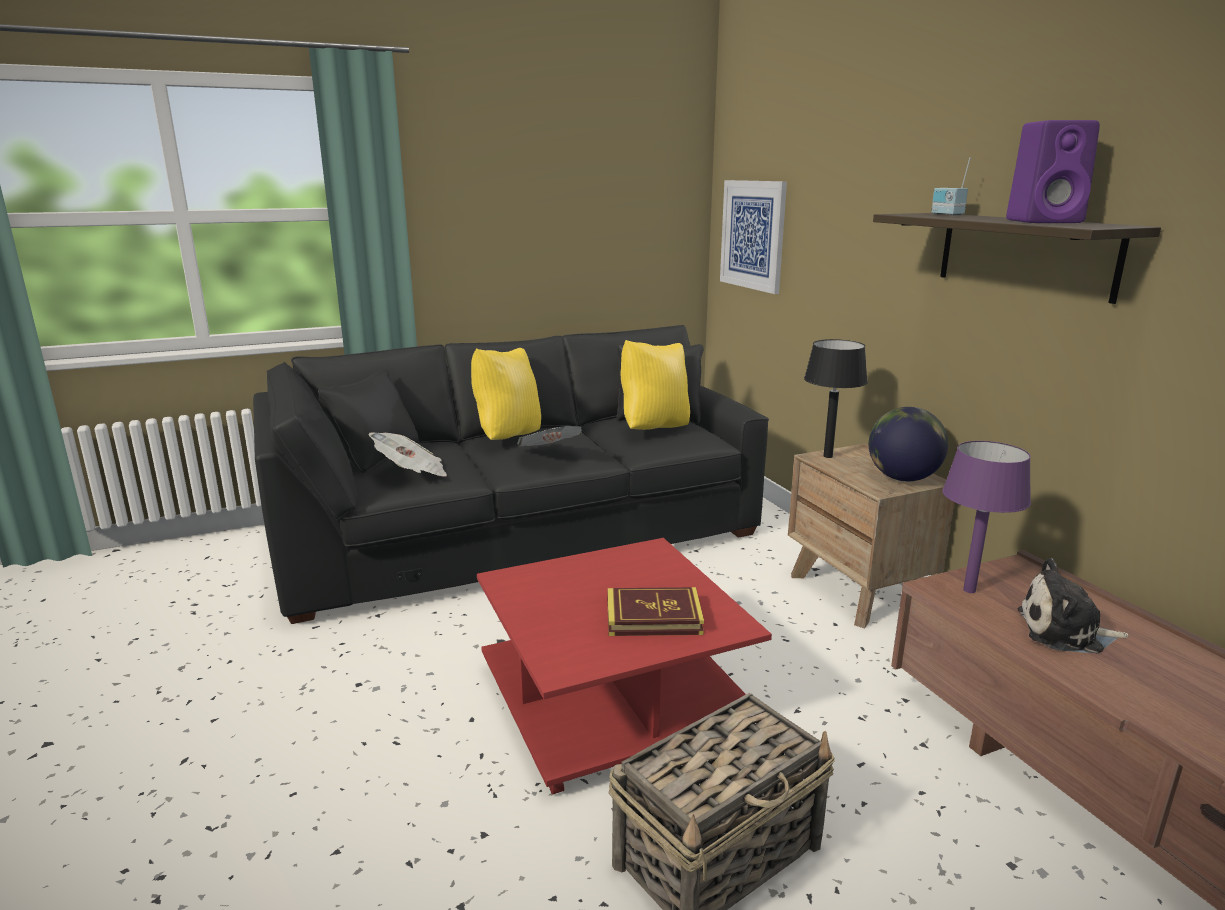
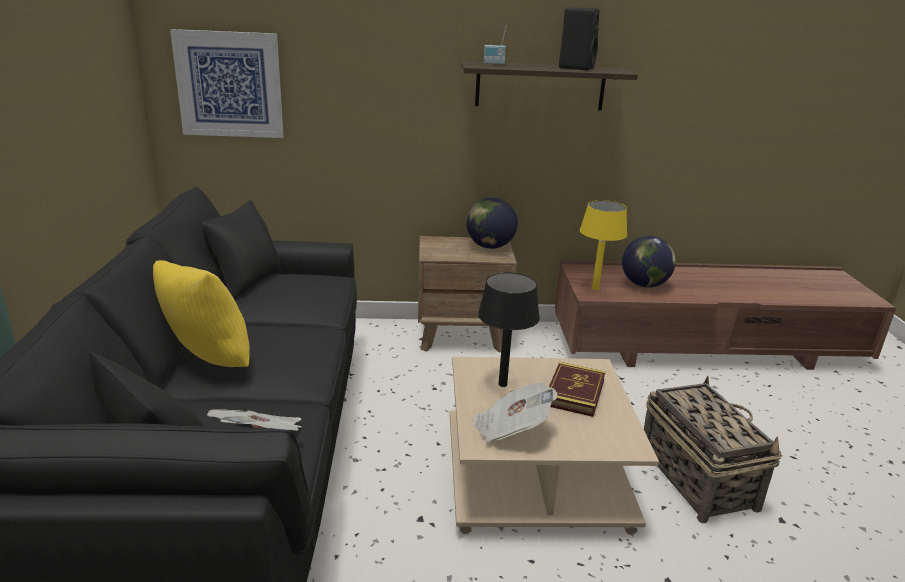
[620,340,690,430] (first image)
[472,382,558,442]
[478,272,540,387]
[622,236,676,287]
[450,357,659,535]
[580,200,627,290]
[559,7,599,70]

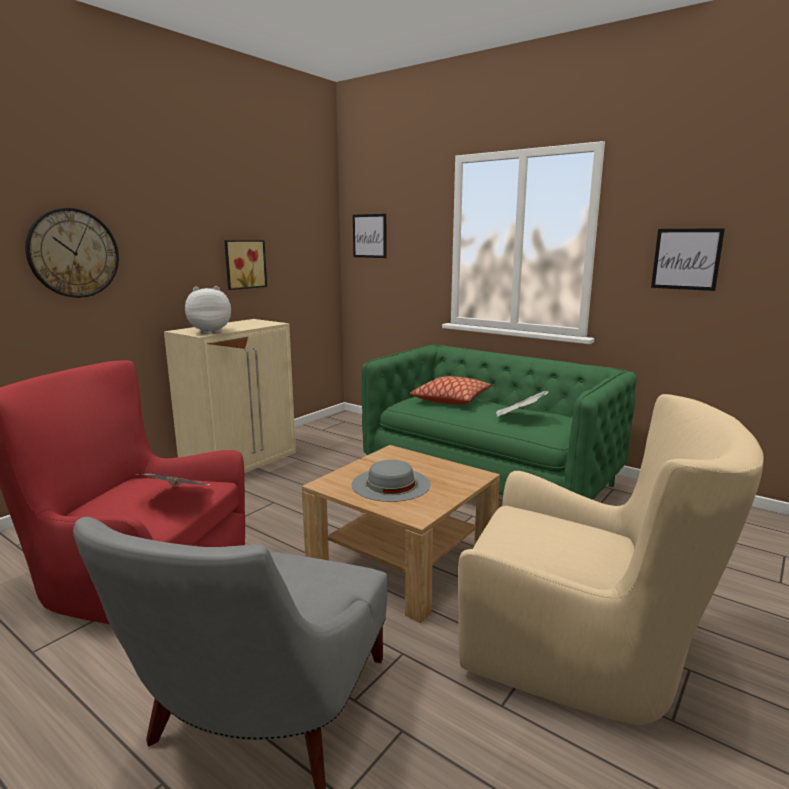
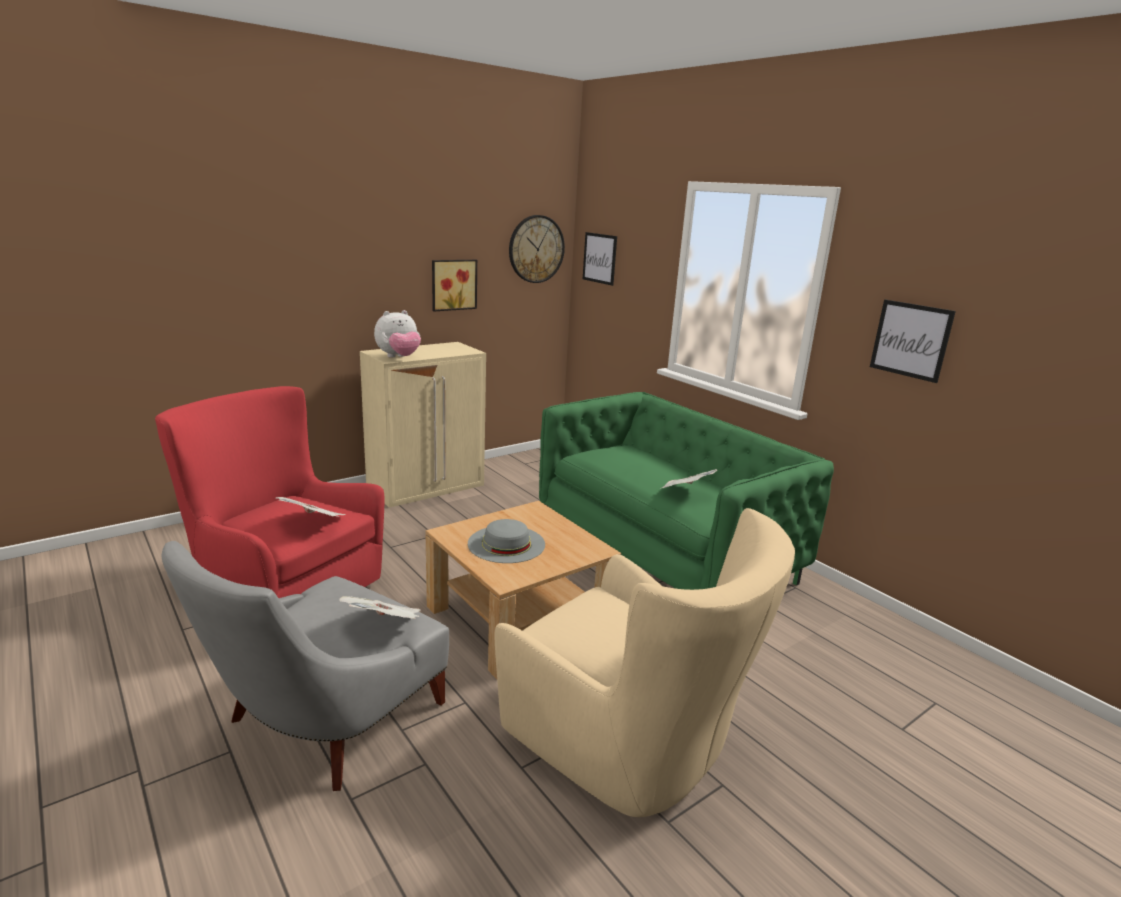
[410,376,491,405] (first image)
[339,596,421,619]
[509,215,565,283]
[374,310,421,358]

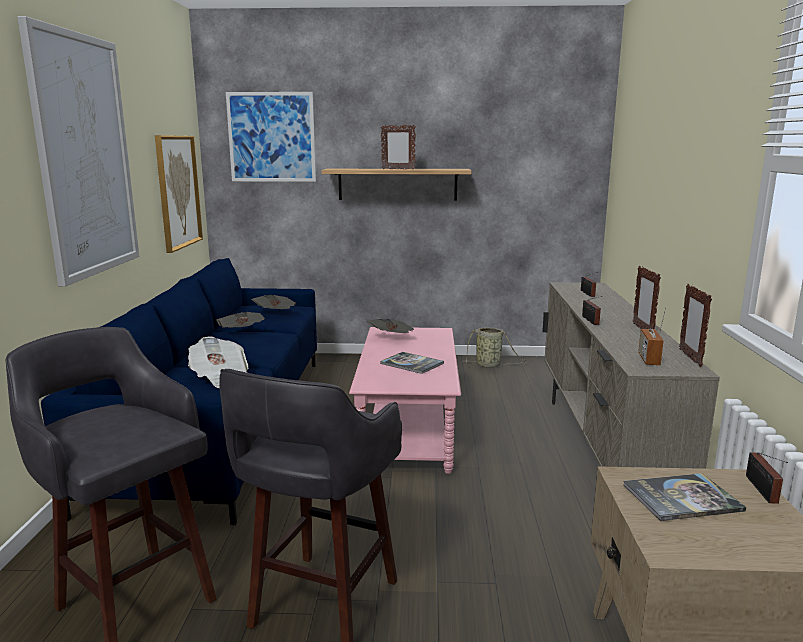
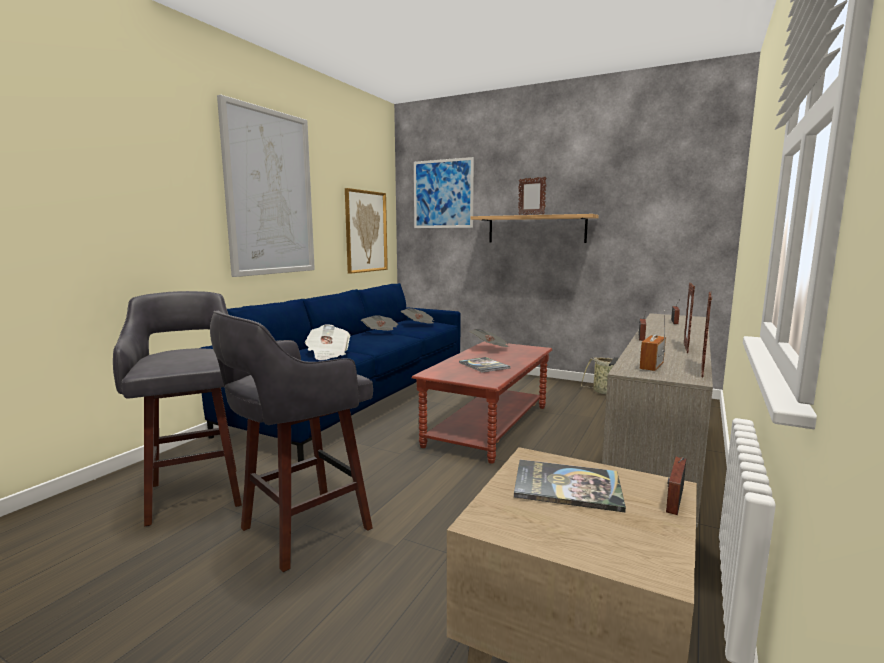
[412,341,552,464]

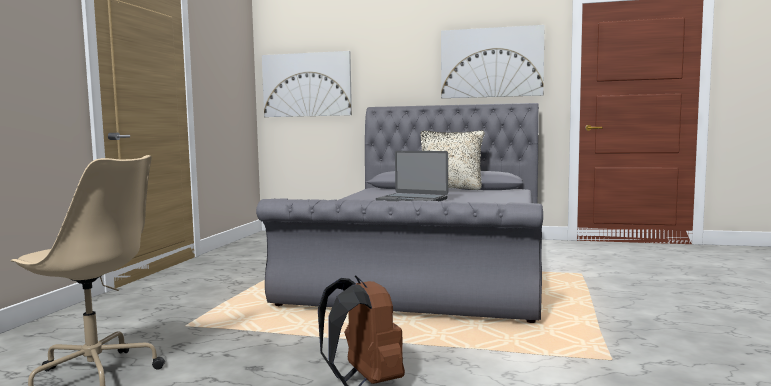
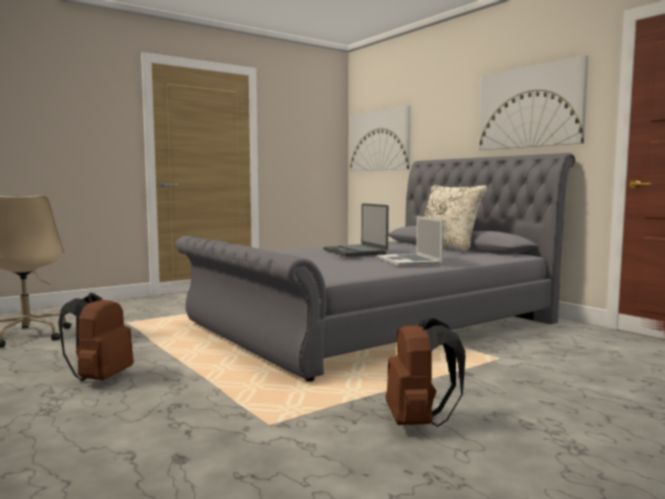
[377,216,444,266]
[386,317,465,427]

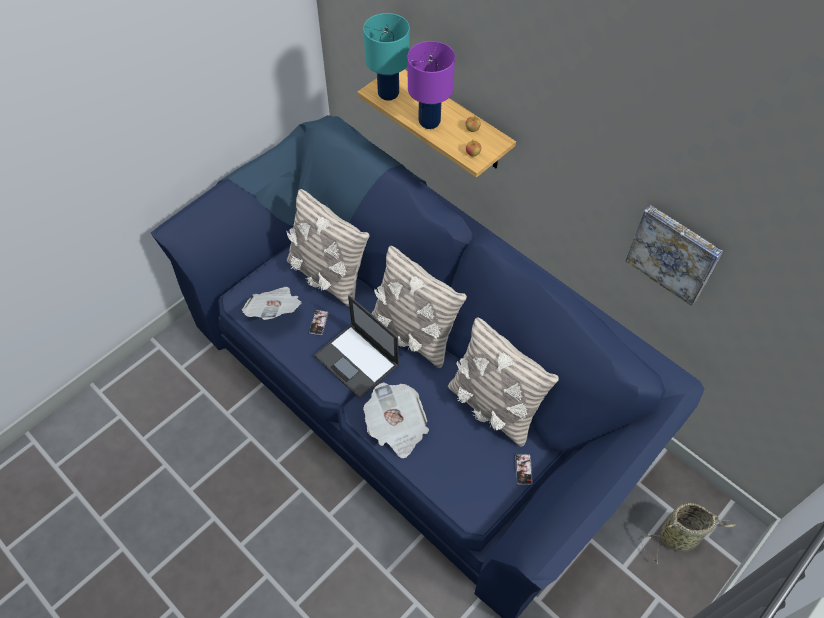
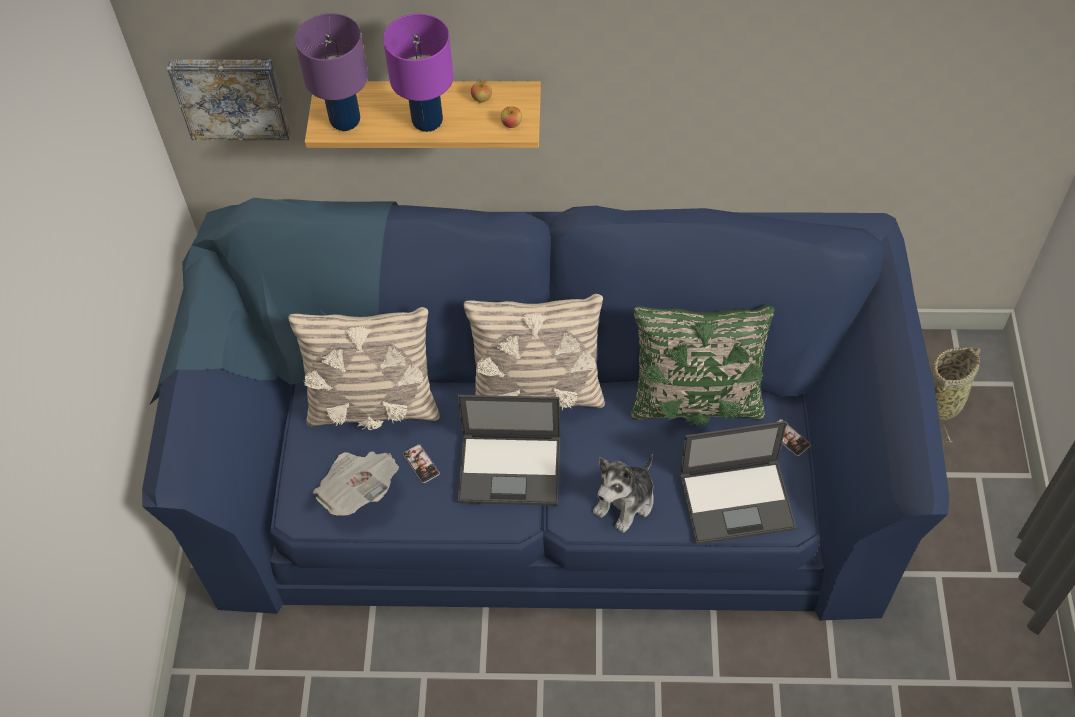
[680,421,796,544]
[167,60,290,140]
[593,454,654,533]
[295,13,368,131]
[631,305,775,426]

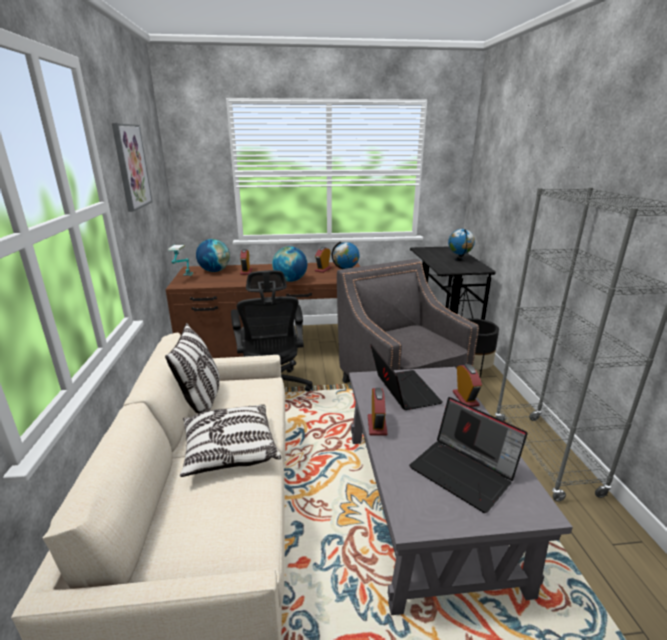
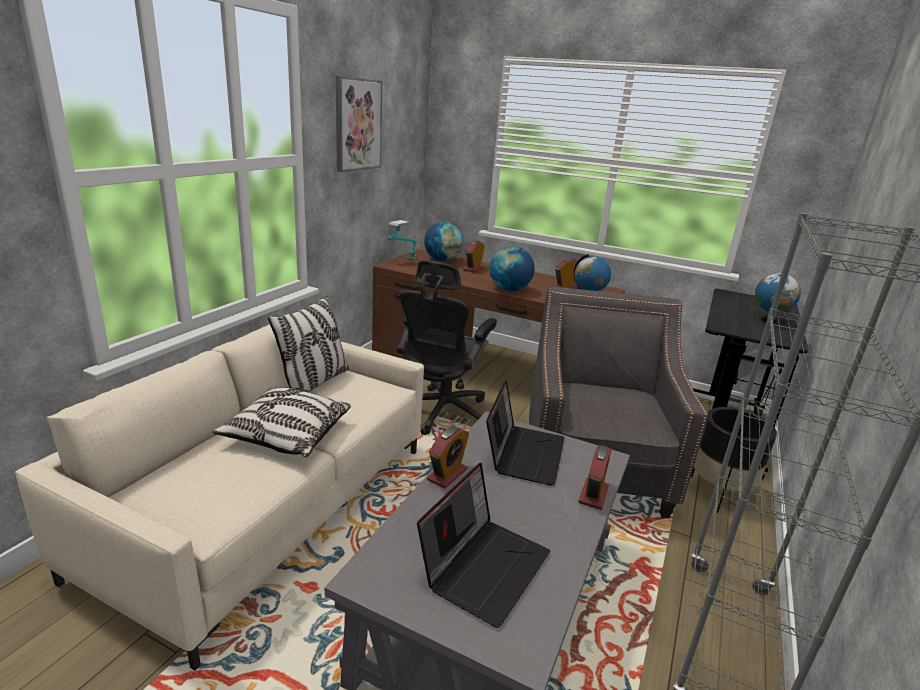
[417,463,550,628]

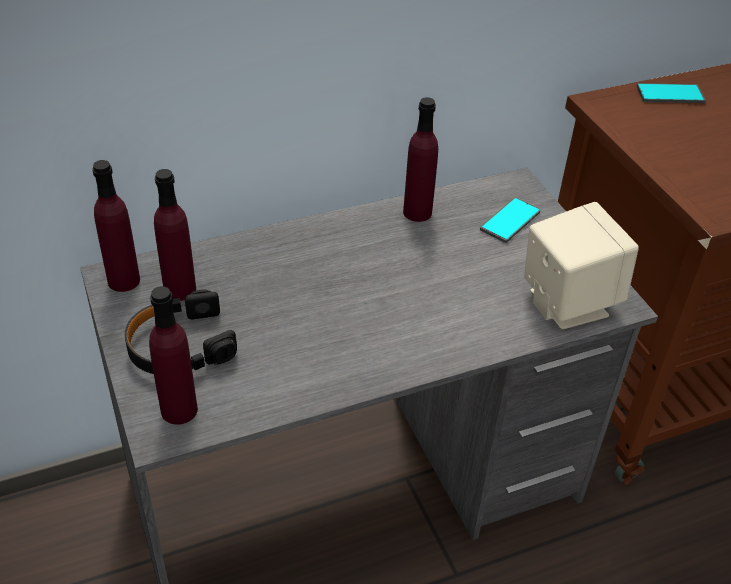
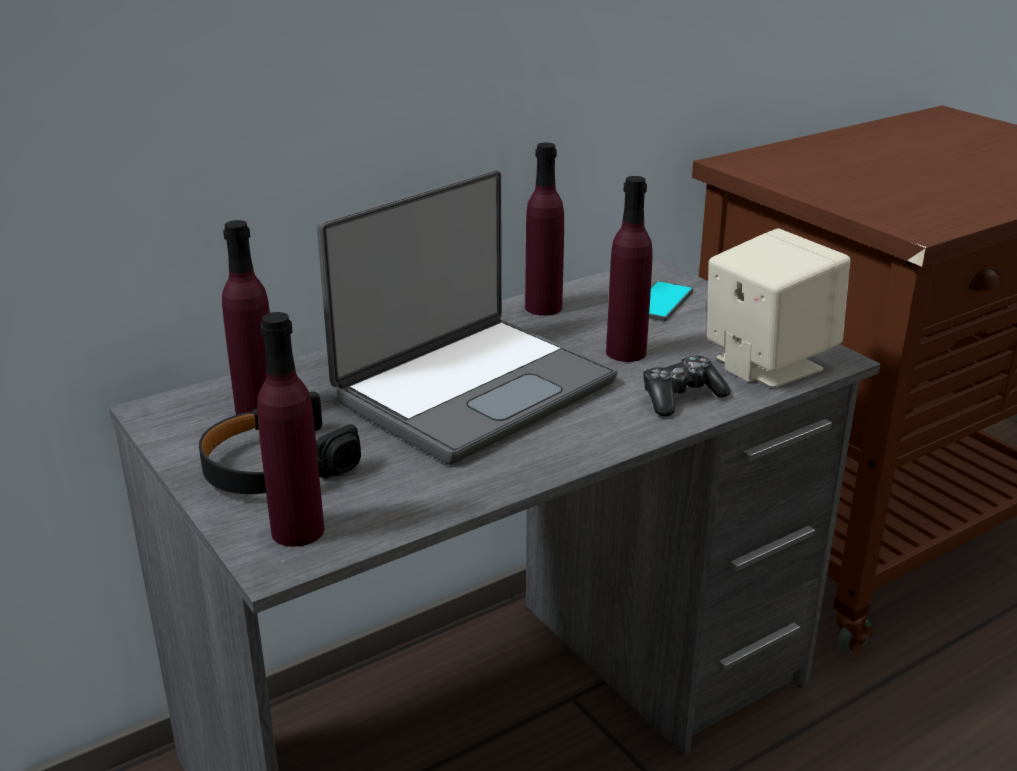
[637,83,706,103] (first image)
[317,170,617,465]
[643,356,731,416]
[606,176,653,362]

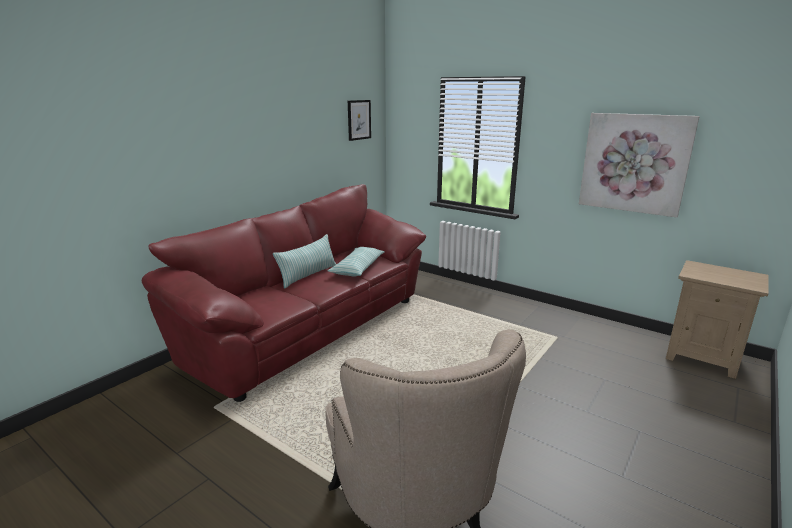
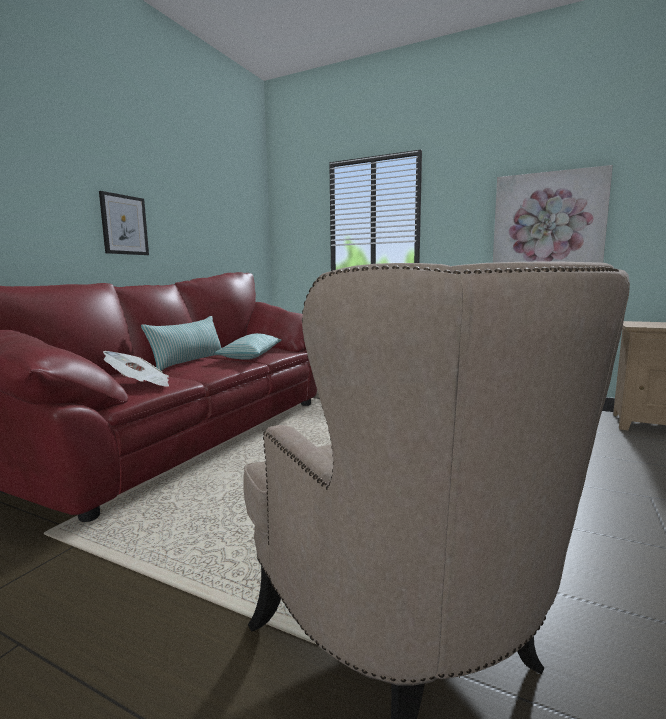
[103,351,169,387]
[99,191,149,255]

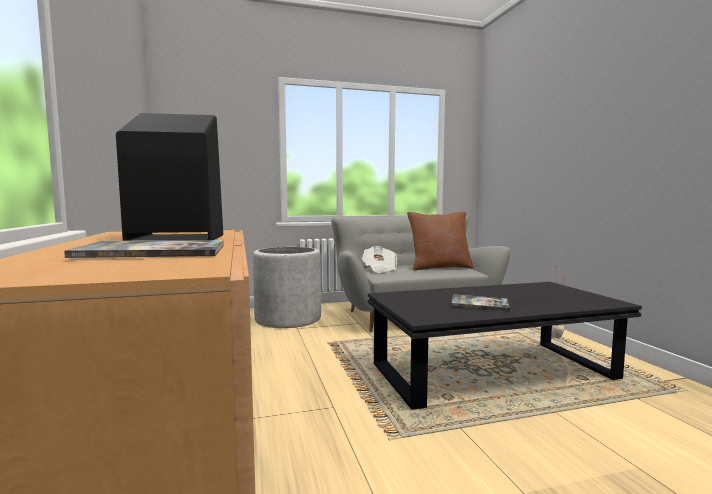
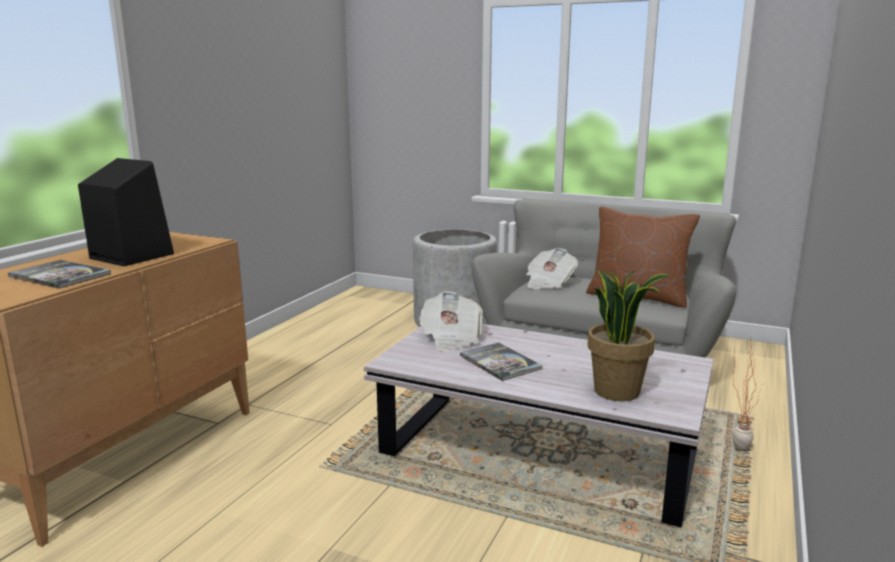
[418,291,483,351]
[588,270,670,401]
[364,324,713,527]

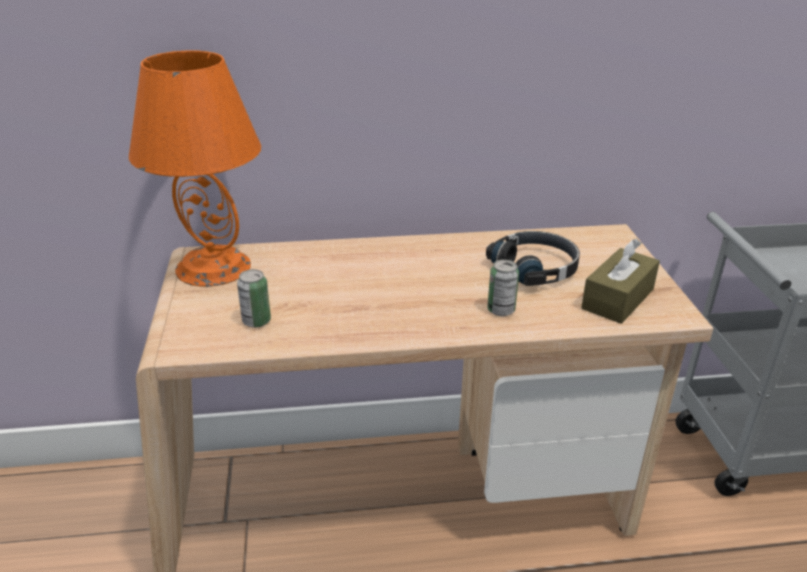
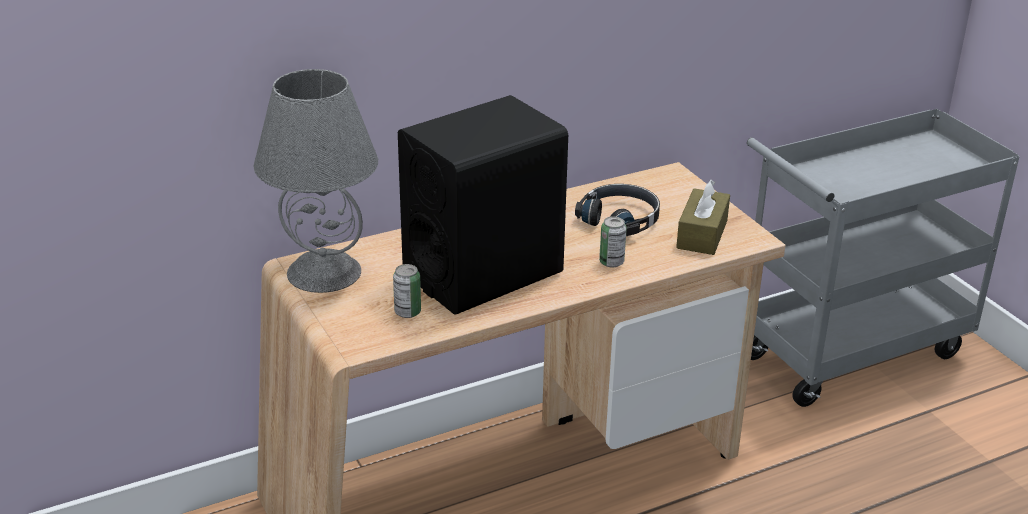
[398,95,568,315]
[253,69,378,293]

